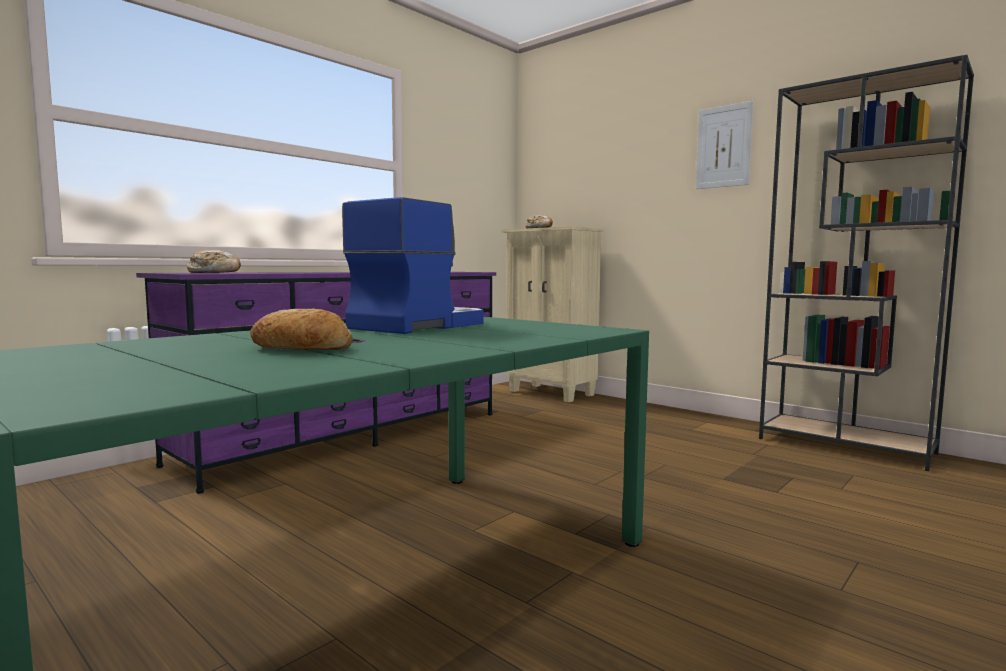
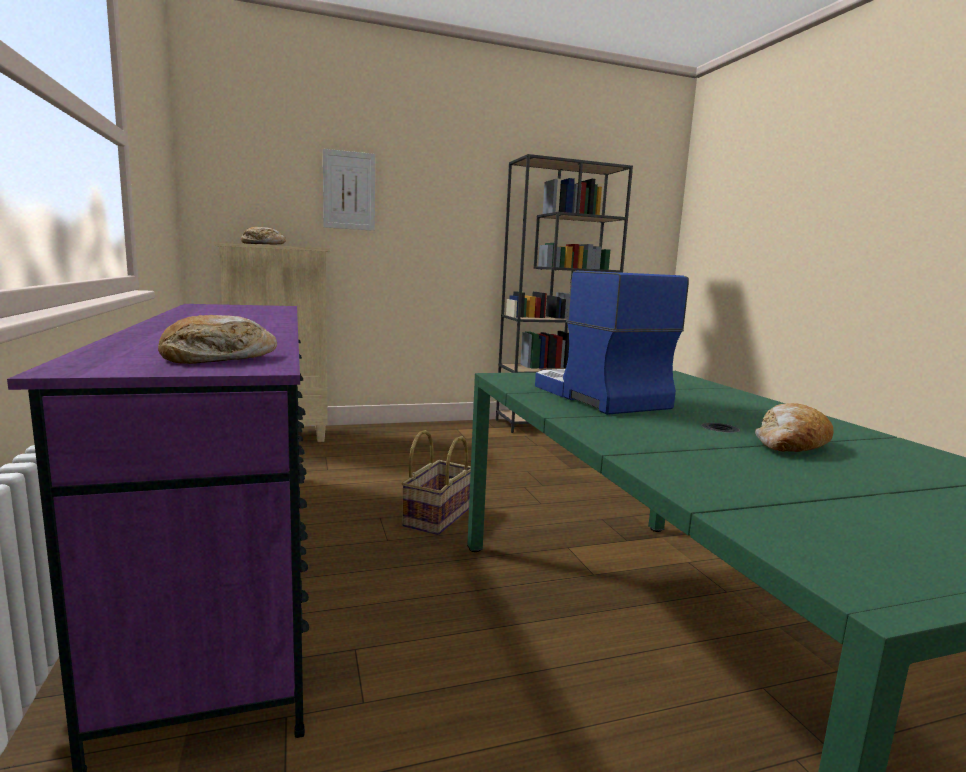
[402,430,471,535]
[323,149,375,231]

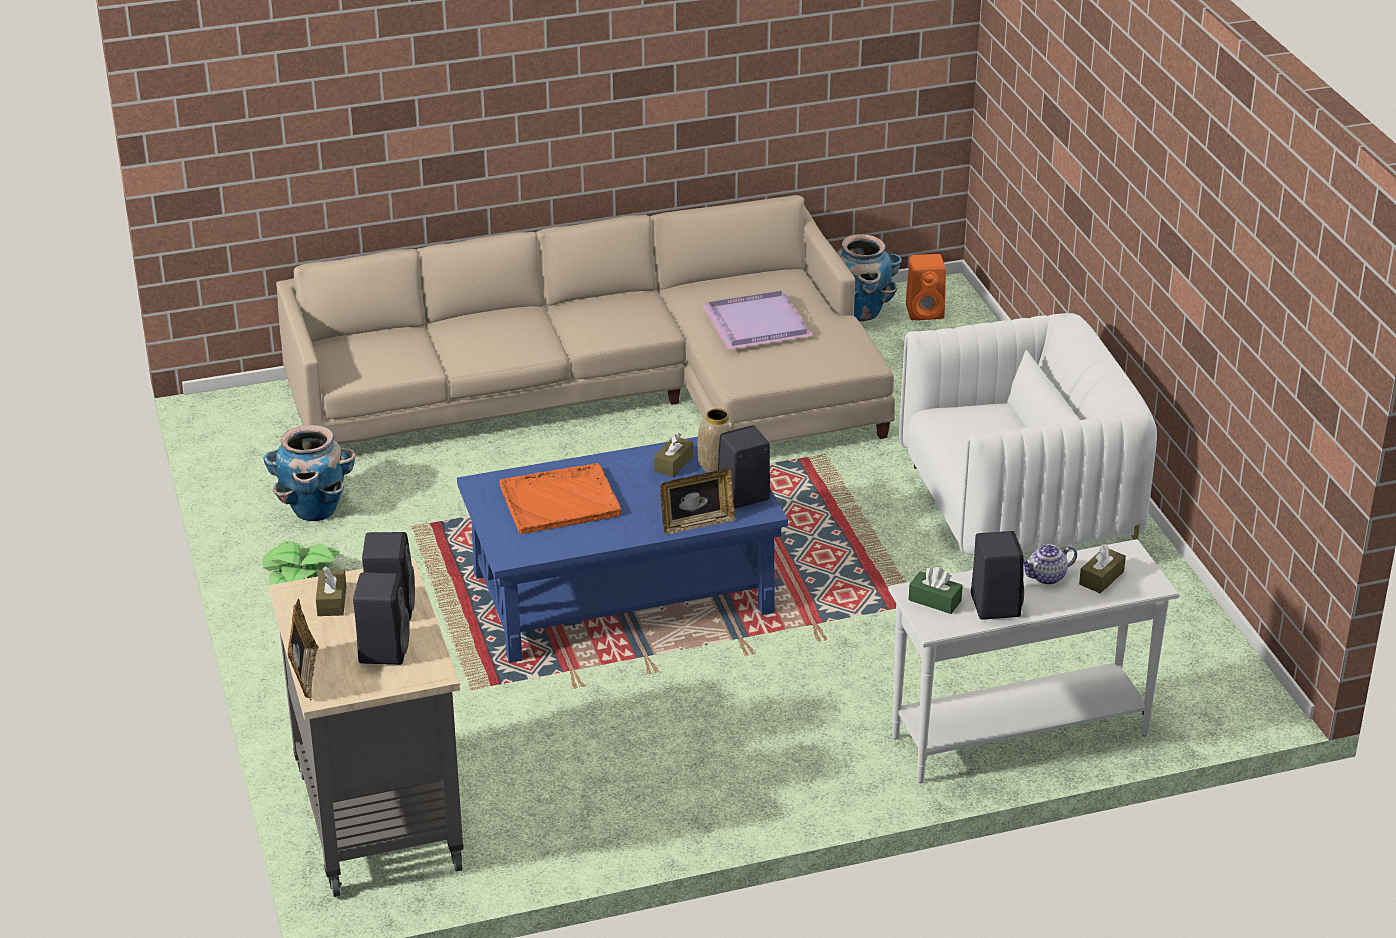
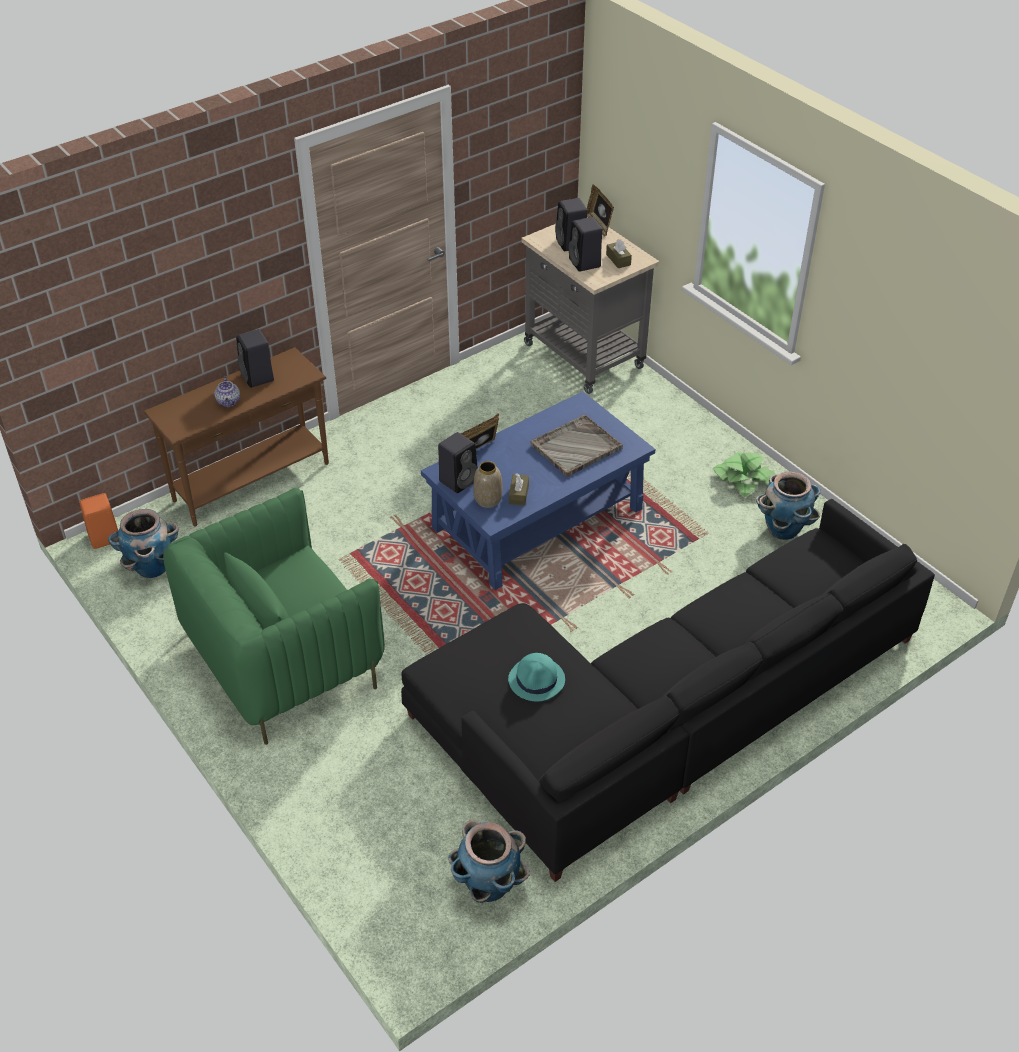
[909,567,963,614] (first image)
[1079,544,1126,593] (first image)
[108,509,178,578]
[79,493,118,549]
[508,653,565,701]
[401,499,935,882]
[530,414,623,477]
[144,347,329,527]
[163,488,385,745]
[214,376,240,407]

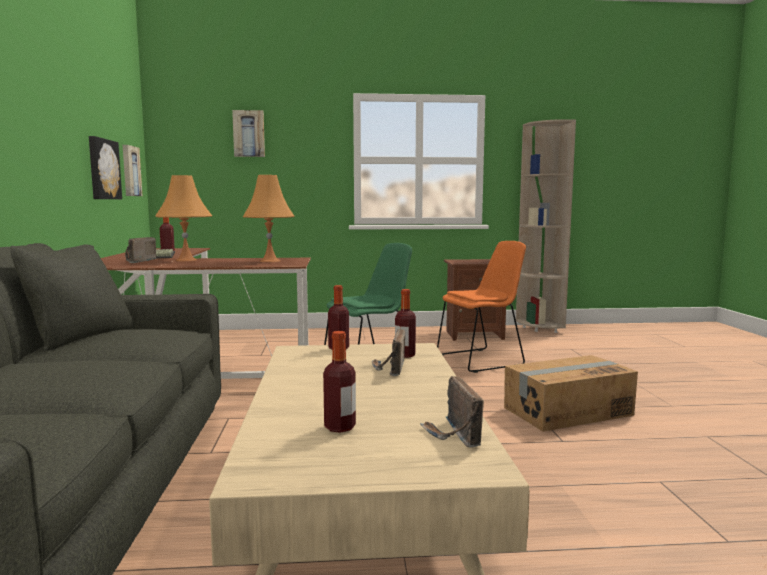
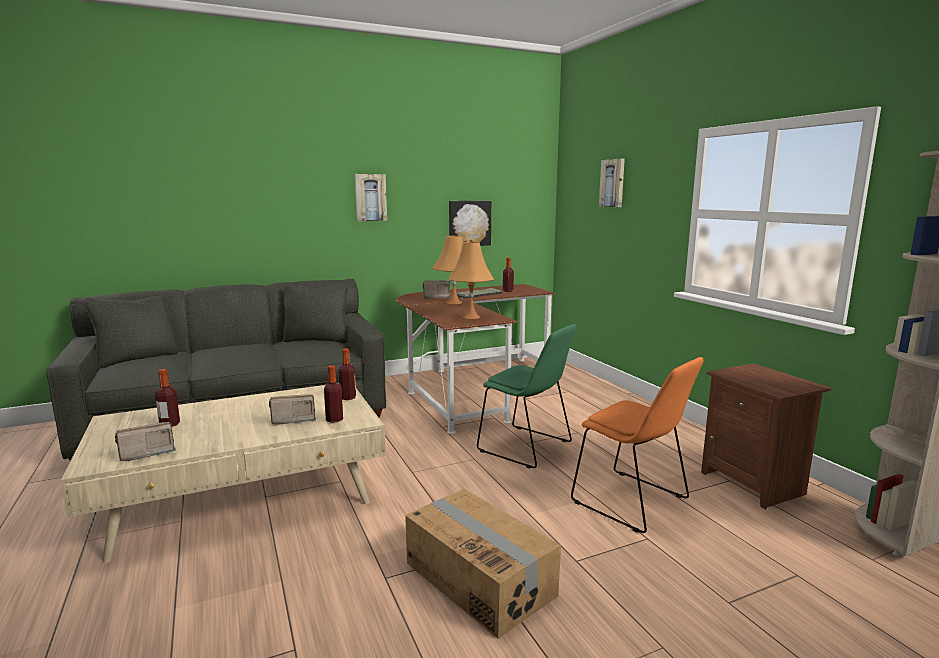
[355,174,387,221]

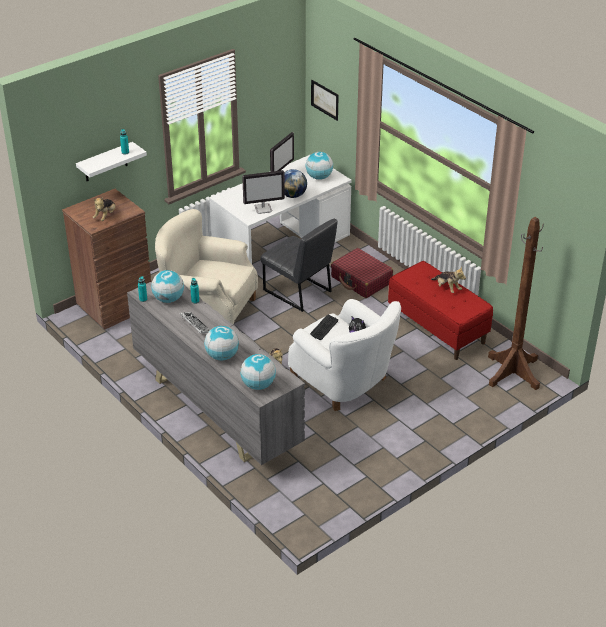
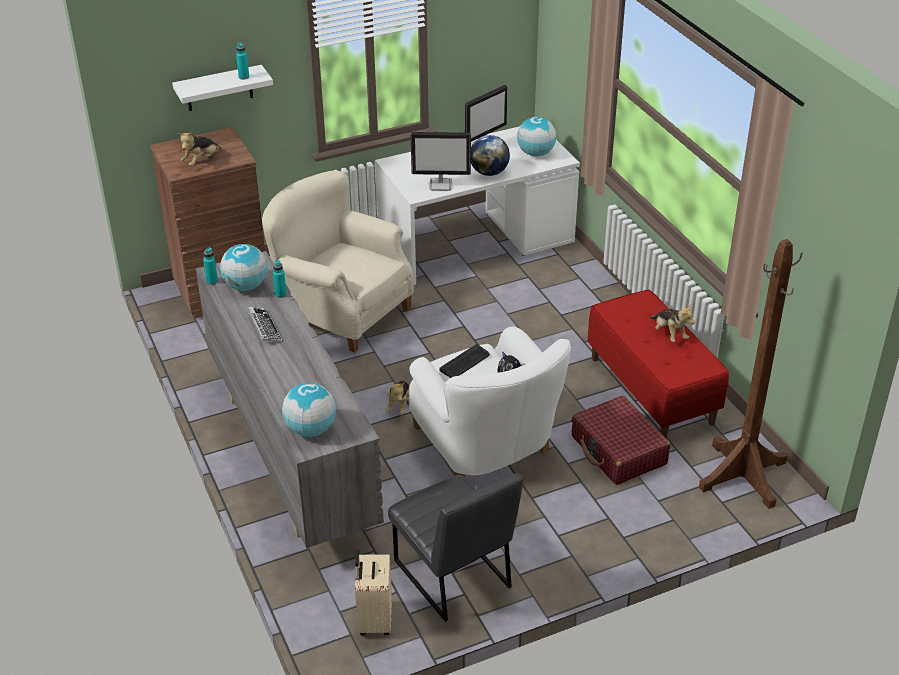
[204,326,239,360] (first image)
[311,80,339,121] (first image)
[355,549,392,635]
[388,473,523,622]
[572,396,670,485]

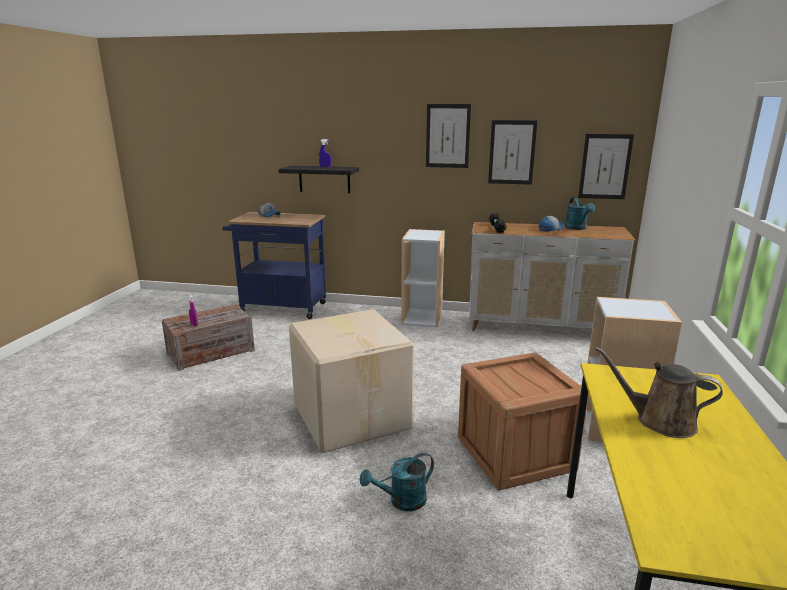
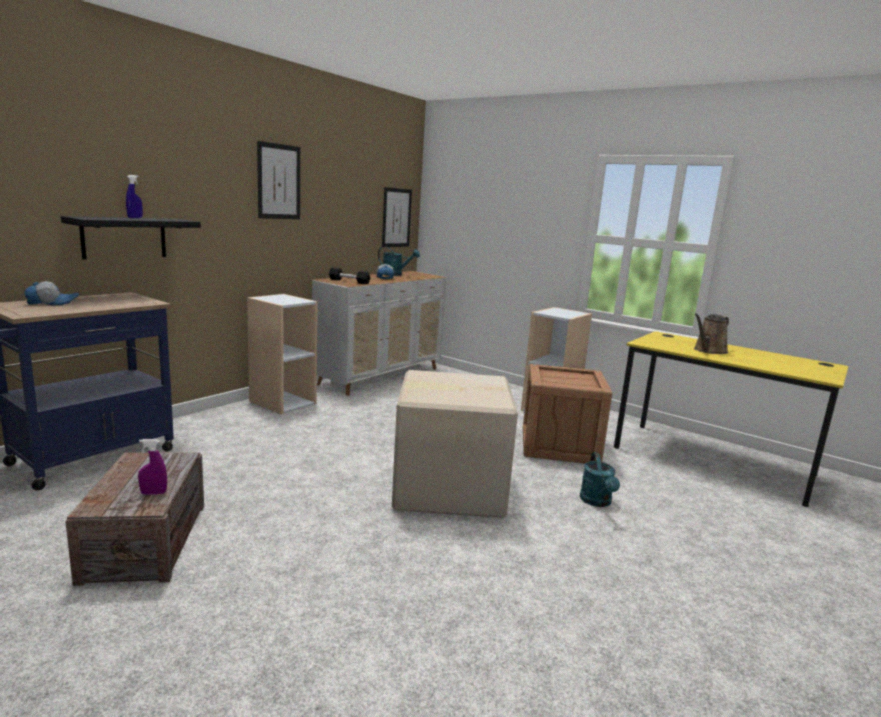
[488,120,537,185] (first image)

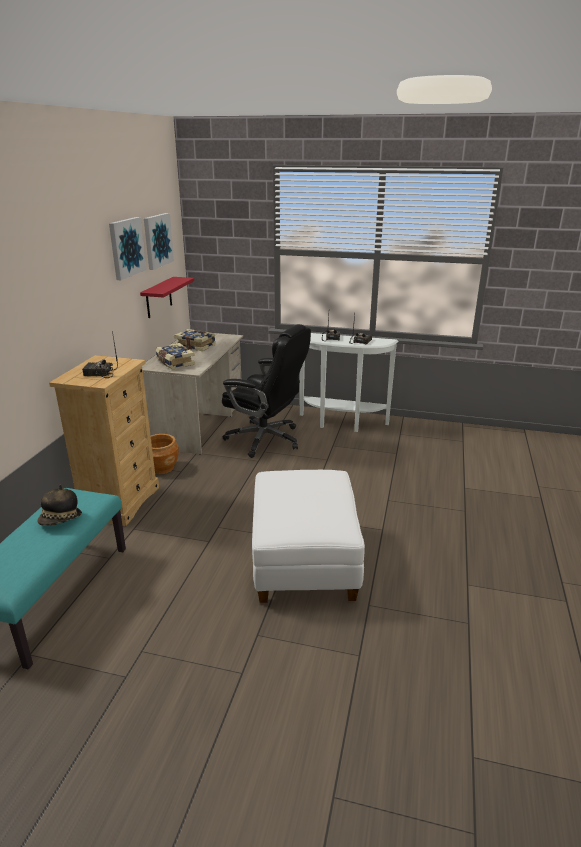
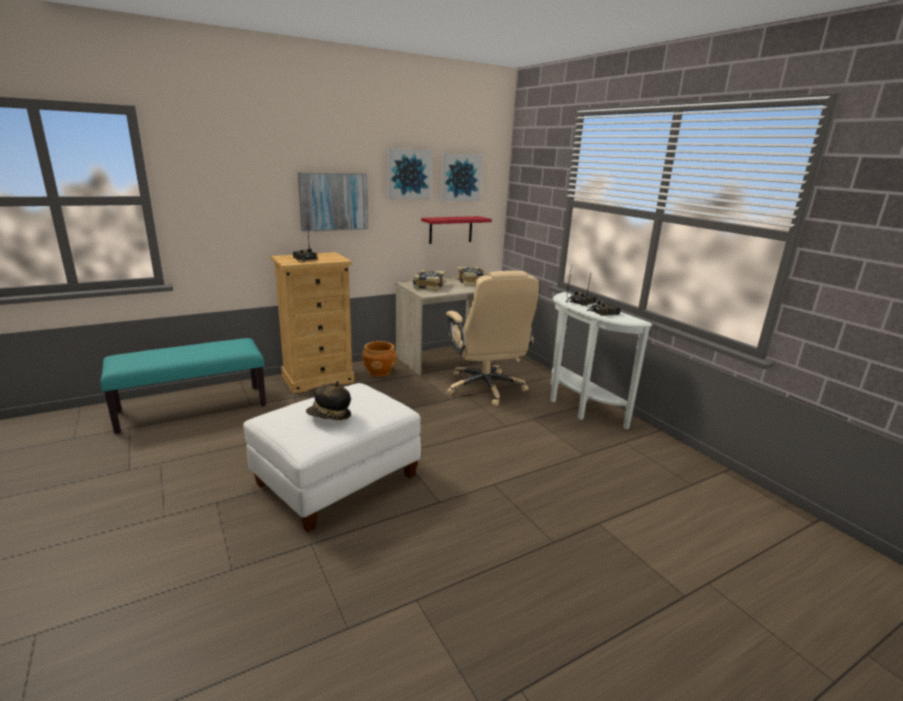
[298,172,368,232]
[306,381,351,420]
[446,271,539,406]

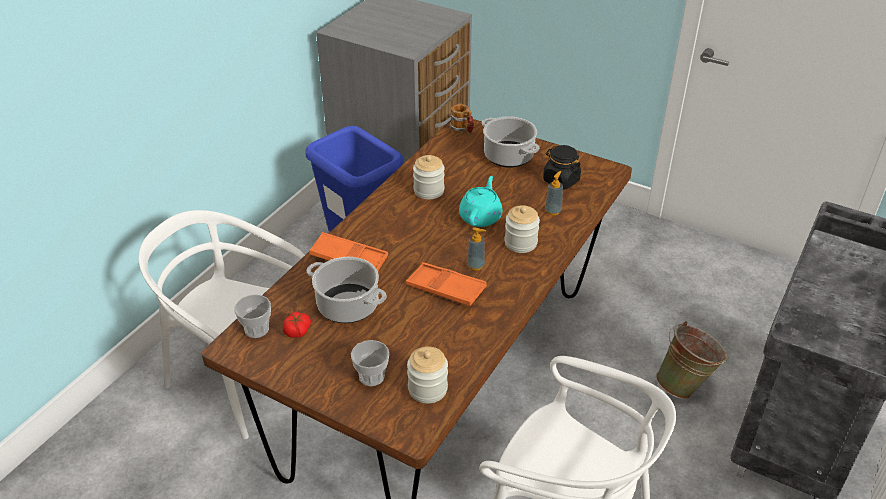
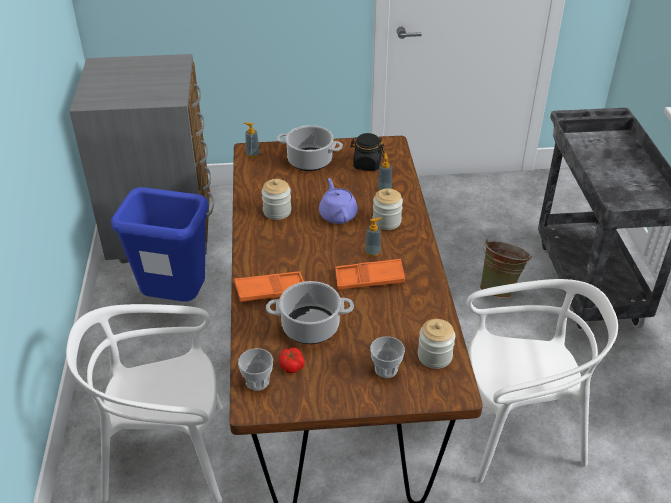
[244,122,260,158]
[319,178,358,224]

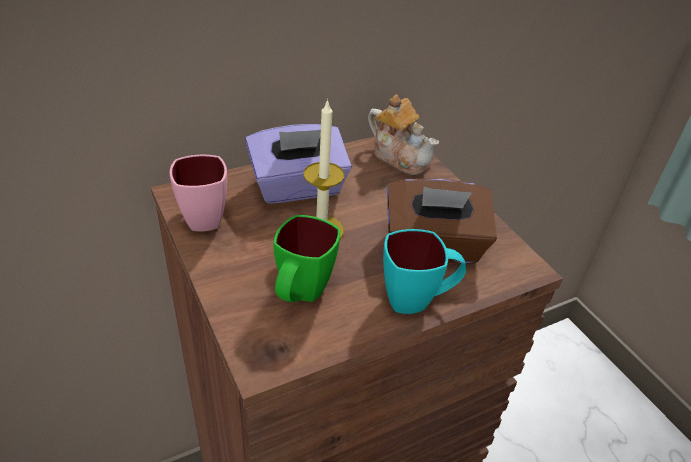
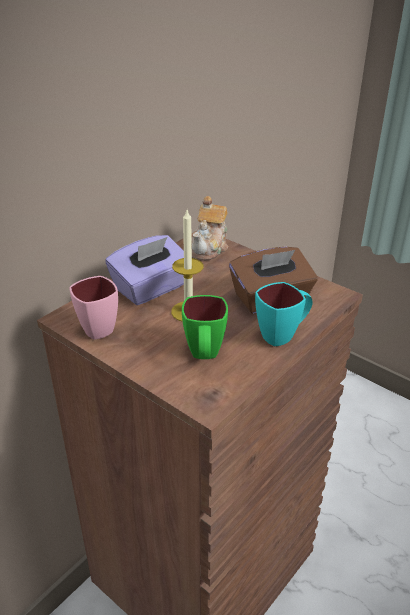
[191,196,228,261]

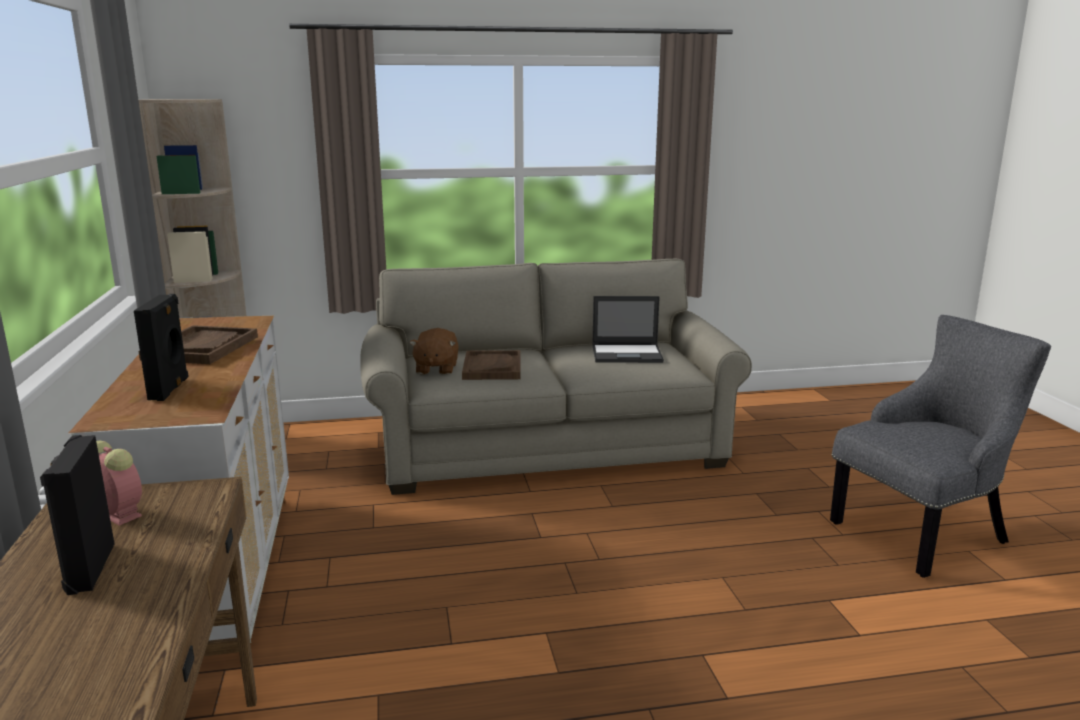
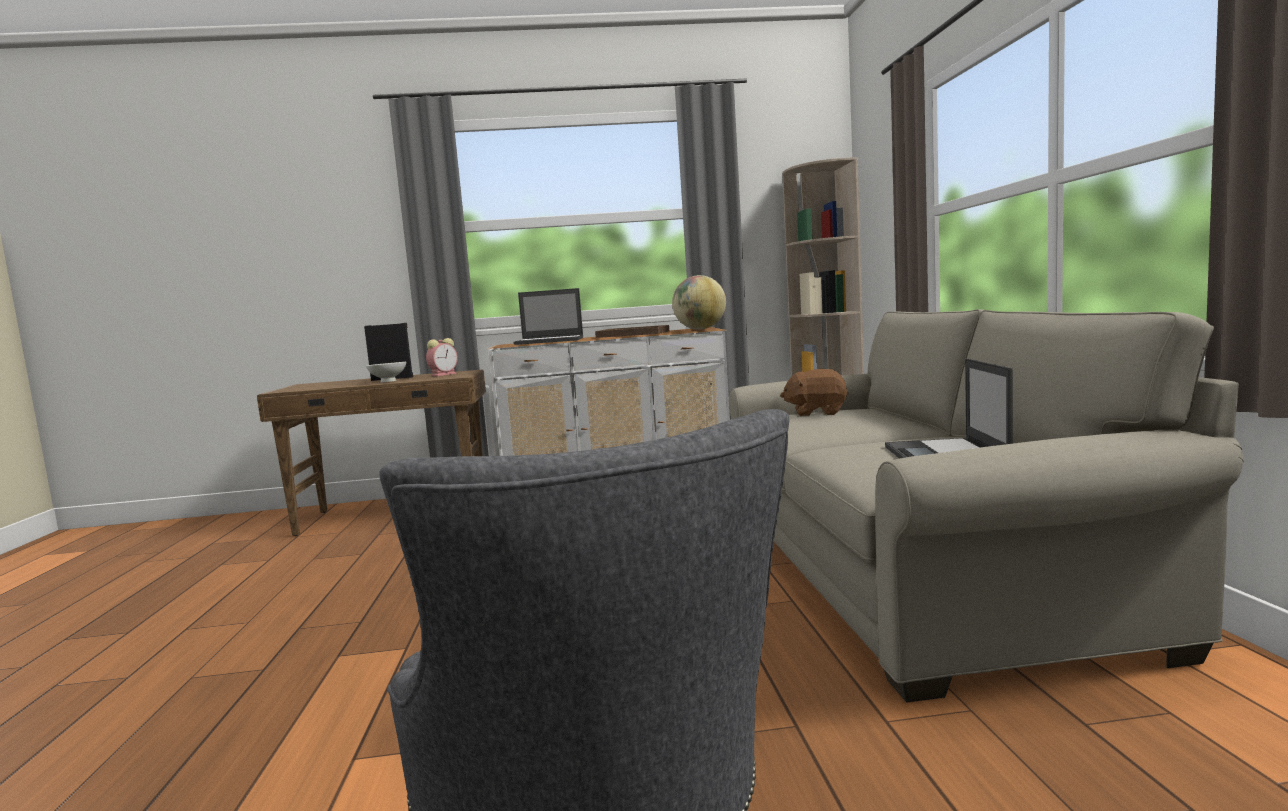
[462,350,521,380] (first image)
[366,362,406,382]
[672,275,726,330]
[513,288,583,345]

